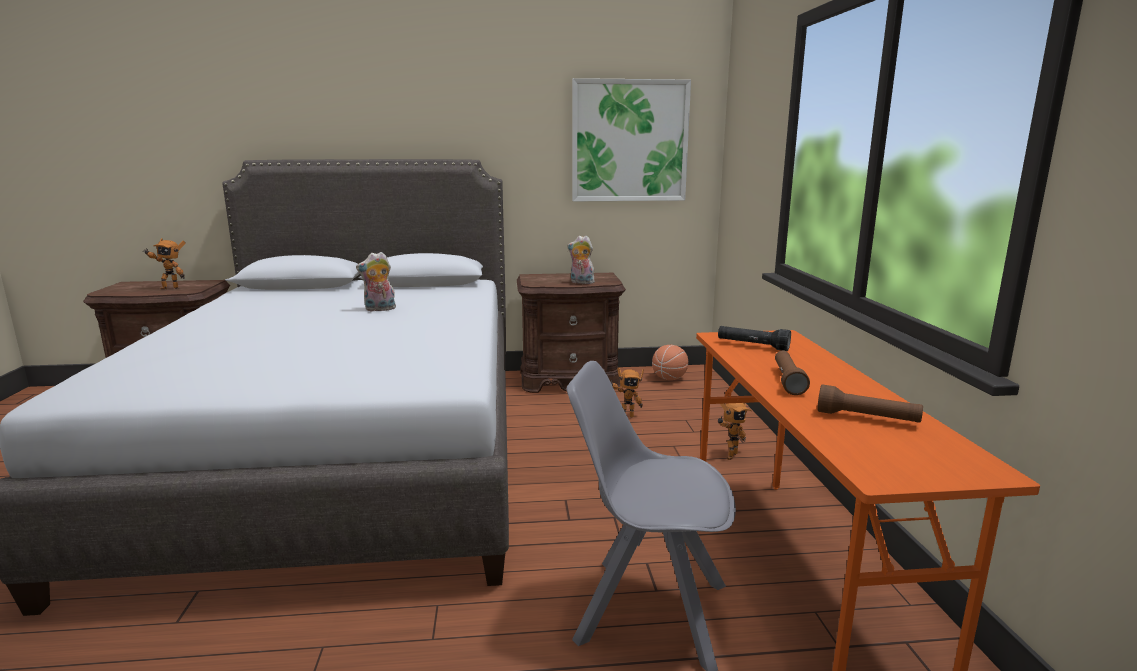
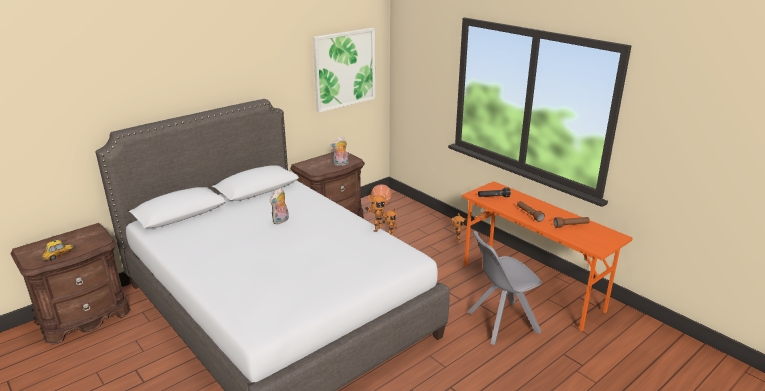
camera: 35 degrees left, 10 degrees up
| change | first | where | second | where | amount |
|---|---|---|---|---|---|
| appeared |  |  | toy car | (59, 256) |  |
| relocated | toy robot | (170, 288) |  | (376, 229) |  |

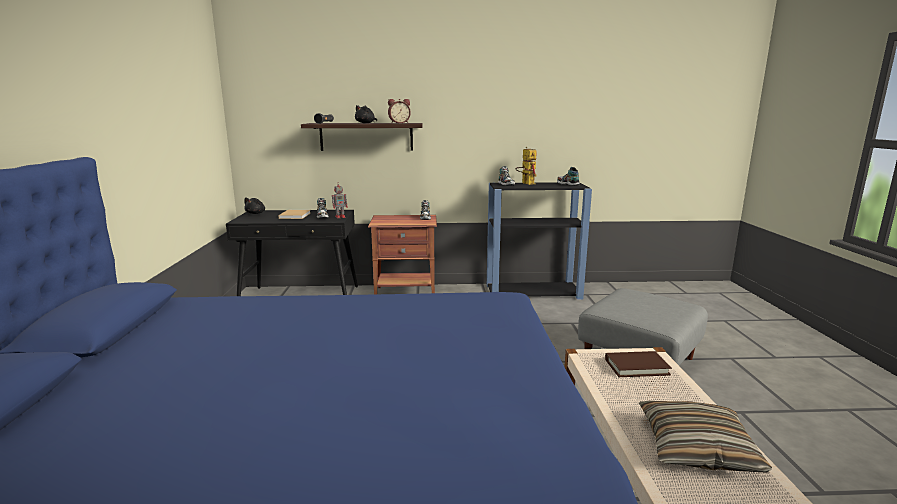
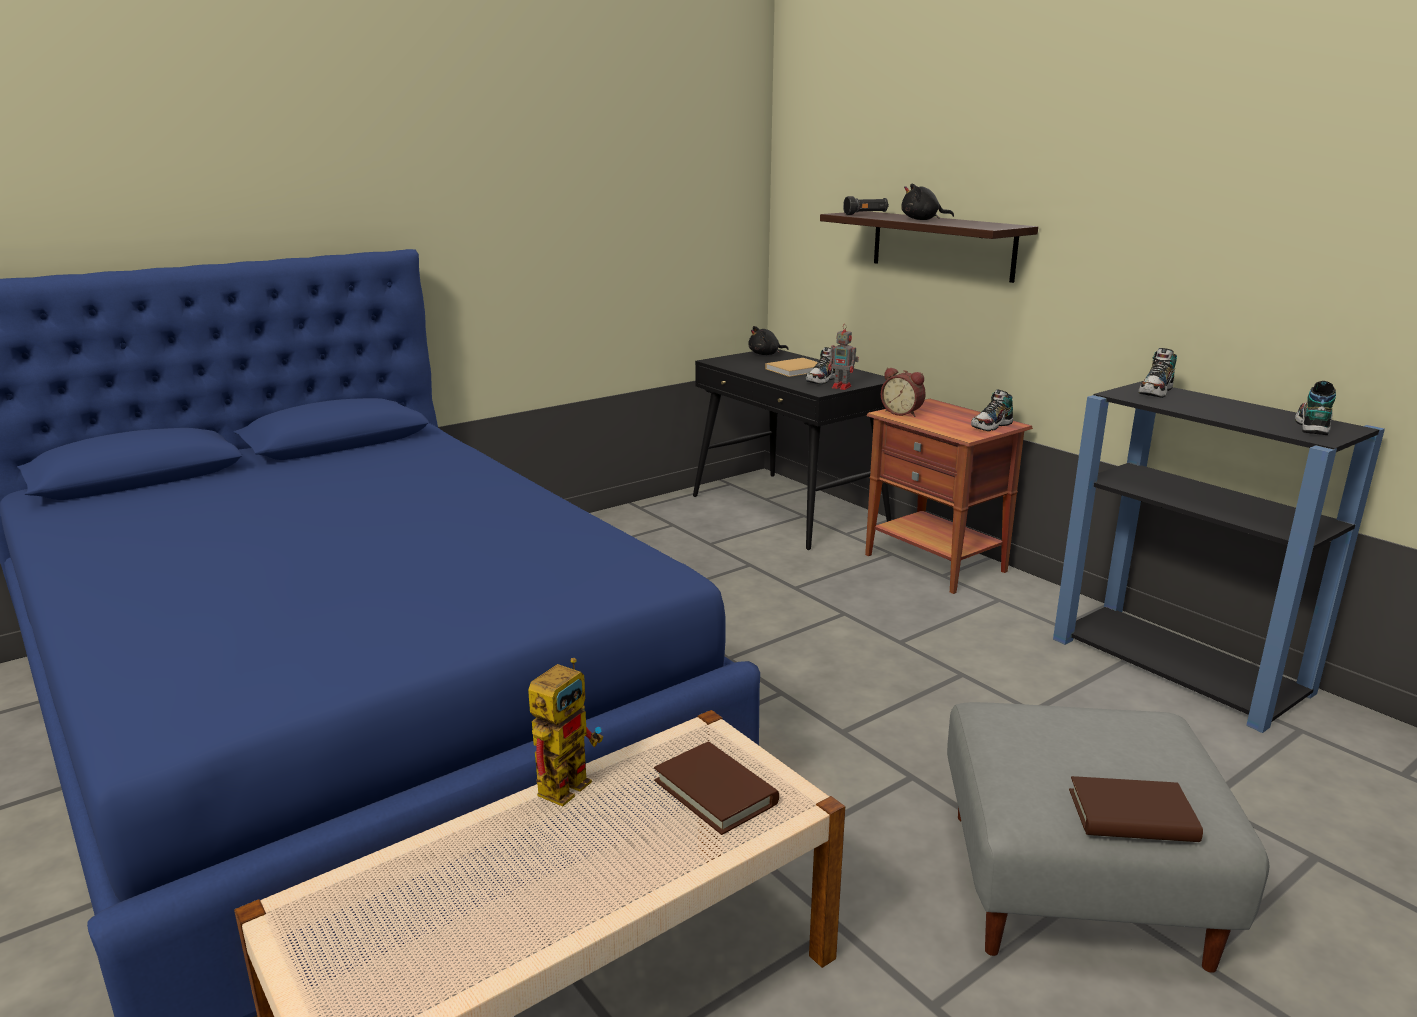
camera: 55 degrees right, 5 degrees up
| change | first | where | second | where | amount |
|---|---|---|---|---|---|
| relocated | toy robot | (525, 183) |  | (567, 780) |  |
| relocated | alarm clock | (399, 123) |  | (902, 413) |  |
| appeared |  |  | brown book | (1132, 816) |  |
| missing | pillow | (696, 448) |  |  |  |

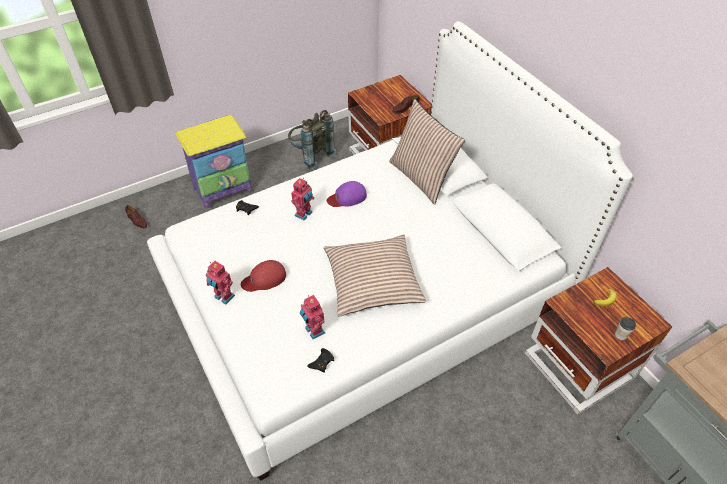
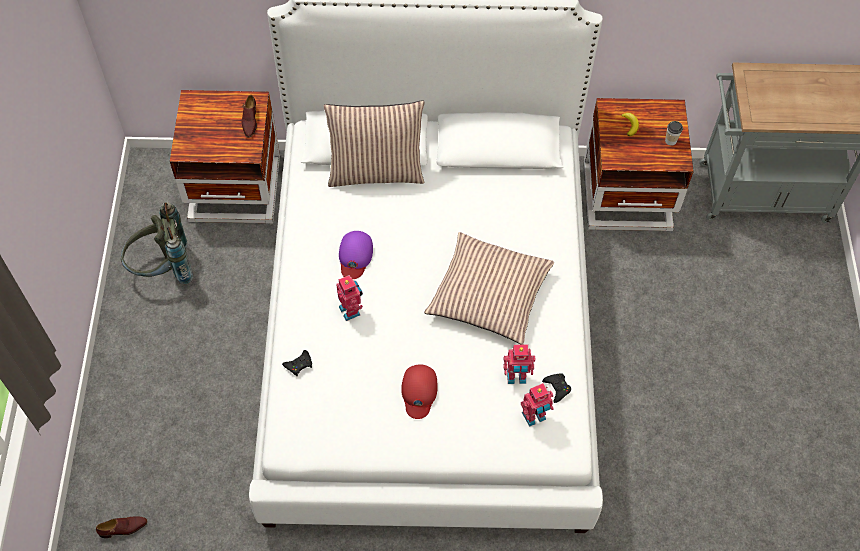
camera: 60 degrees left, 10 degrees up
| change | first | where | second | where | amount |
|---|---|---|---|---|---|
| relocated | toy robot | (223, 297) |  | (534, 417) |  |
| missing | nightstand | (225, 190) |  |  |  |

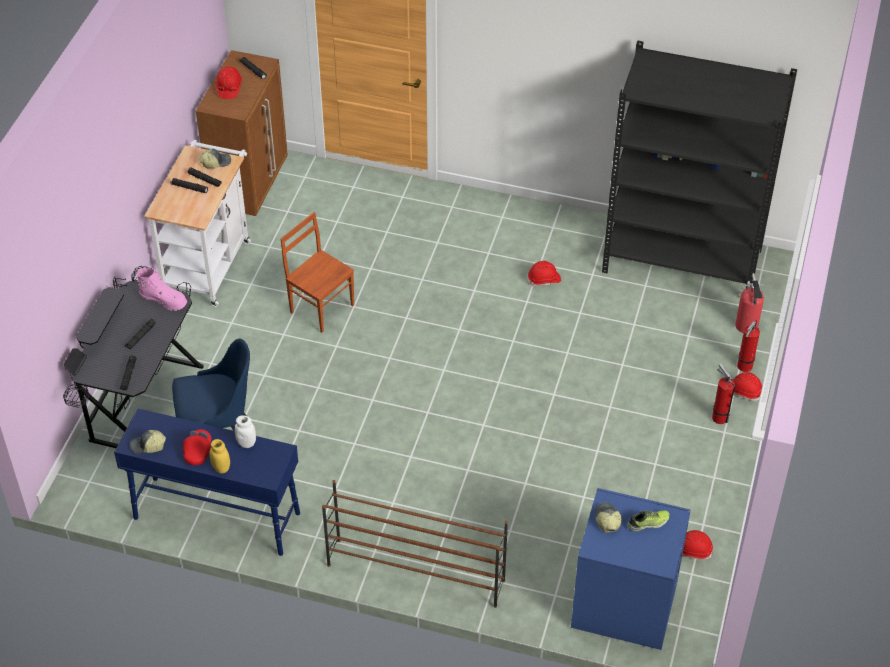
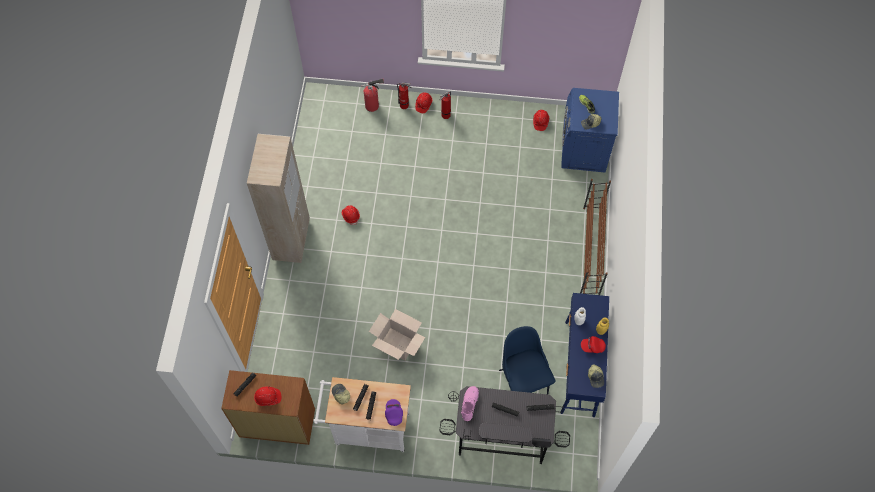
camera: 100 degrees left, 15 degrees up
| change | first | where | second | where | amount |
|---|---|---|---|---|---|
| appeared |  |  | beige cabinet | (292, 240) |  |
| exchanged | brown chair | (322, 307) | cardboard box | (397, 344) |  |
| appeared |  |  | purple cap | (394, 414) |  |
| missing | black bookcase | (682, 260) |  |  |  |

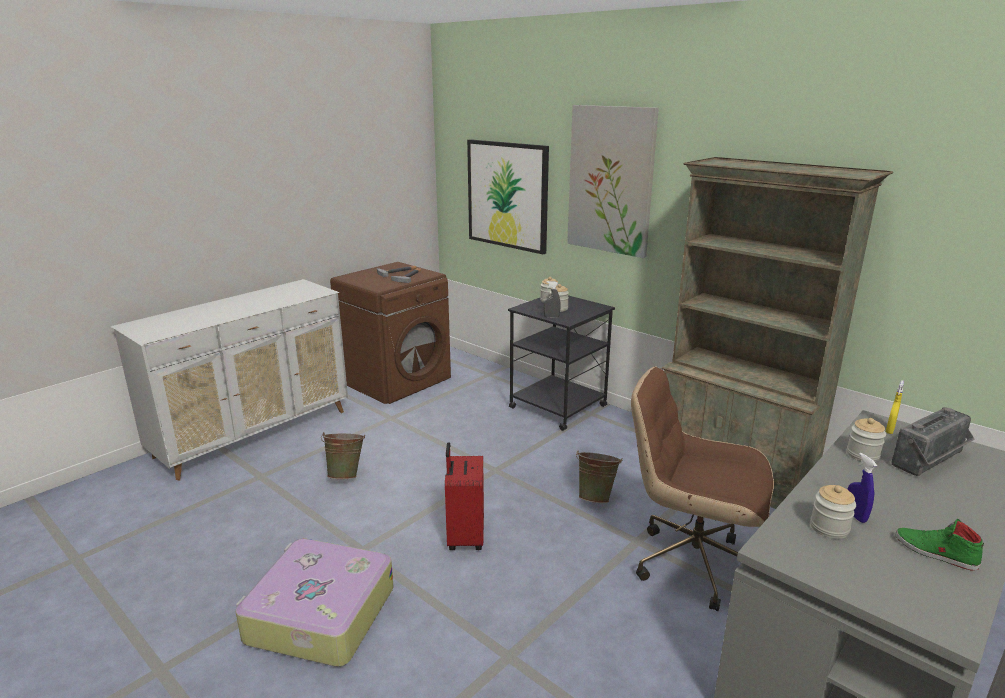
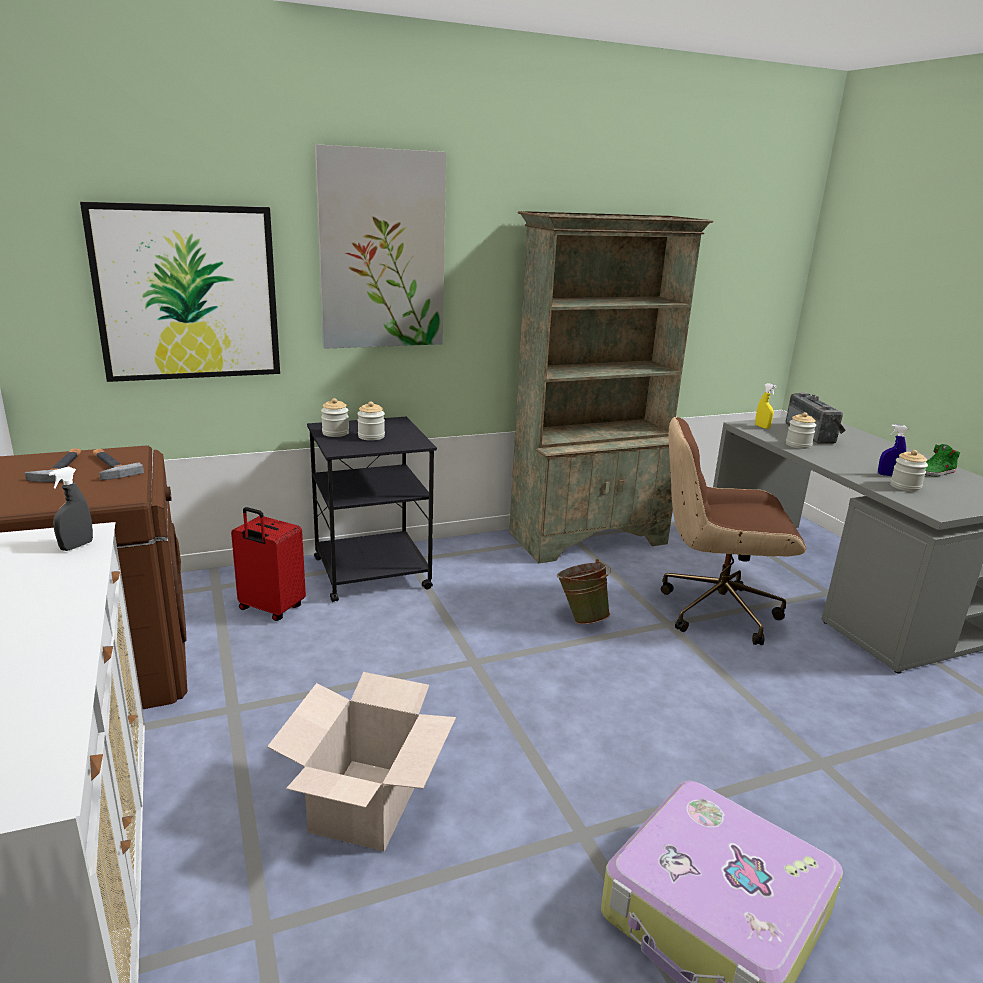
camera: 65 degrees left, 0 degrees up
| change | first | where | second | where | amount |
|---|---|---|---|---|---|
| relocated | grey spray bottle | (551, 317) |  | (76, 546) |  |
| relocated | red suitcase | (464, 537) |  | (270, 609) |  |
| exchanged | green bucket | (346, 475) | cardboard box | (365, 803) |  |
| spun | brown office chair | (689, 563) |  | (714, 612) | 45 degrees clockwise |

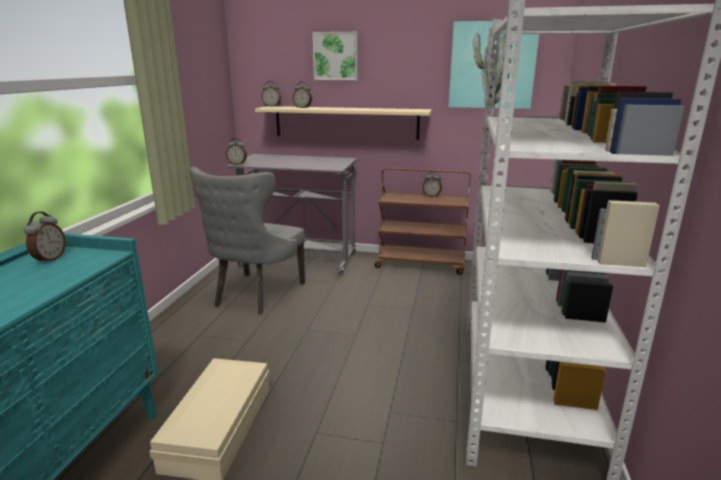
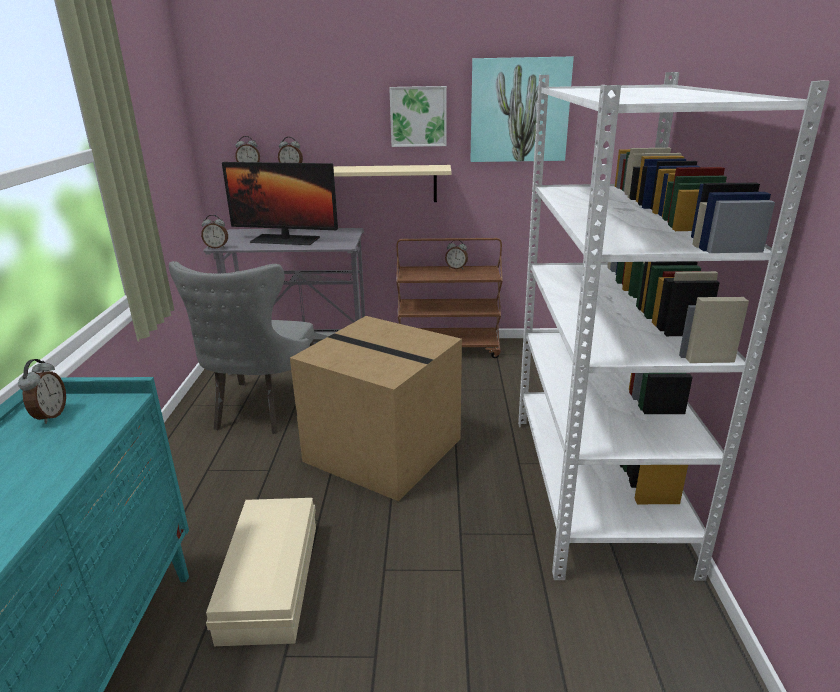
camera: 10 degrees left, 5 degrees up
| change | first | where | second | where | amount |
|---|---|---|---|---|---|
| appeared |  |  | monitor | (285, 240) |  |
| appeared |  |  | cardboard box | (386, 449) |  |
| relocated | picture | (336, 56) |  | (418, 116) |  |

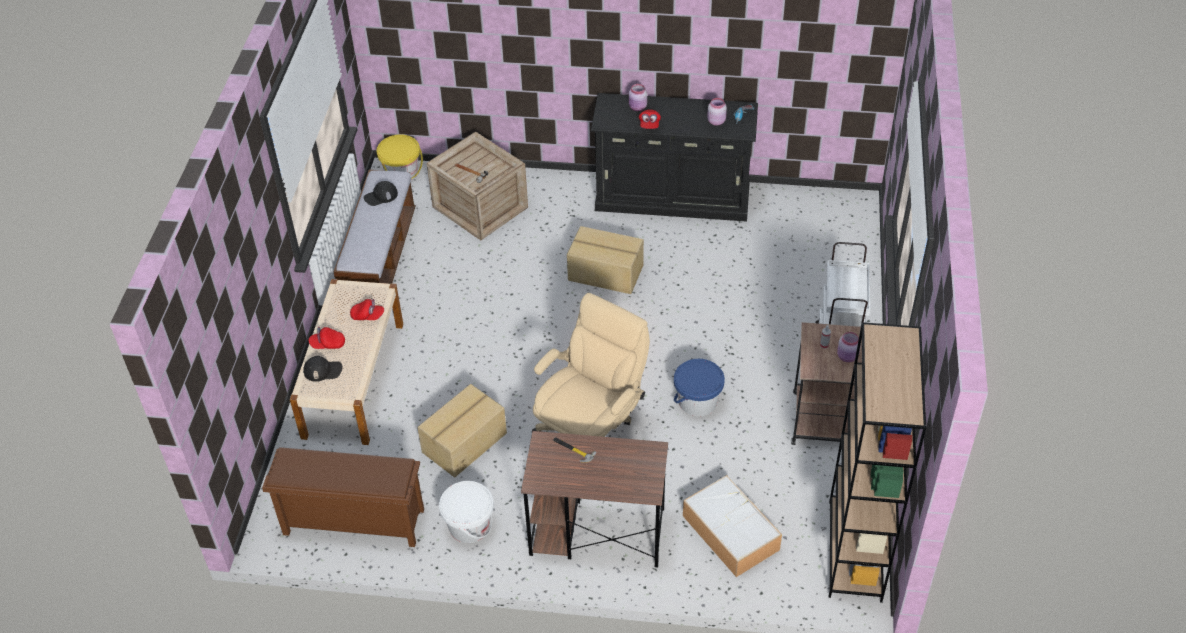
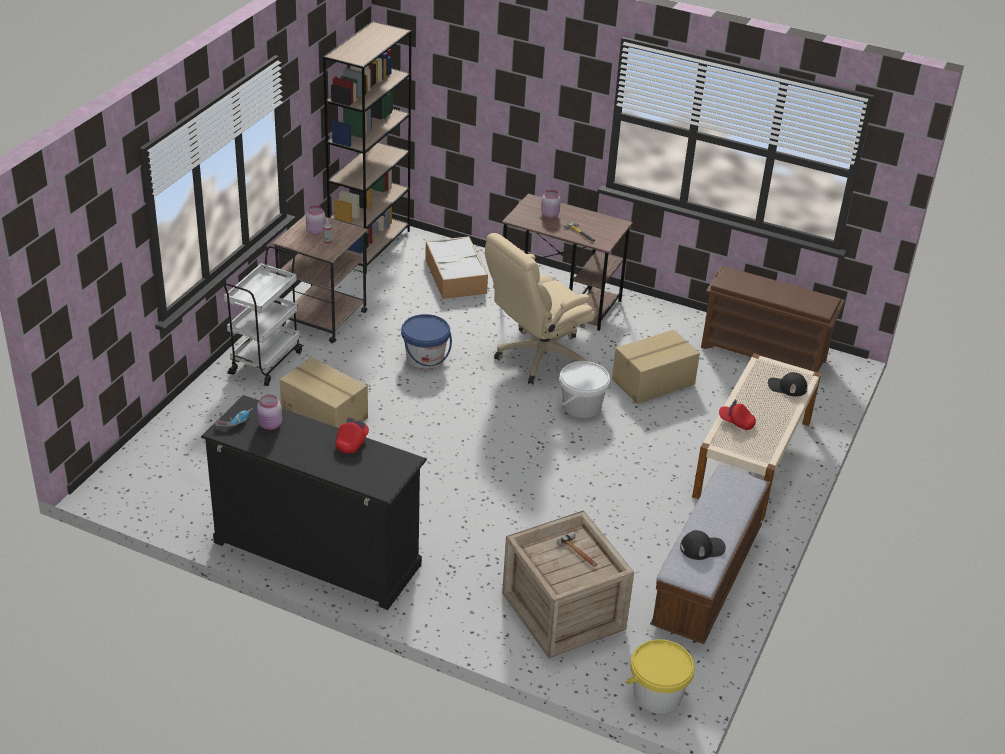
camera: 165 degrees left, 10 degrees down
| change | first | where | second | where | amount |
|---|---|---|---|---|---|
| relocated | cardboard box | (605, 273) |  | (325, 414) |  |
| relocated | pink jar | (637, 107) |  | (550, 214) |  |
| relocated | white bucket | (469, 526) |  | (581, 406) |  |
| missing | red cap | (328, 344) |  |  |  |

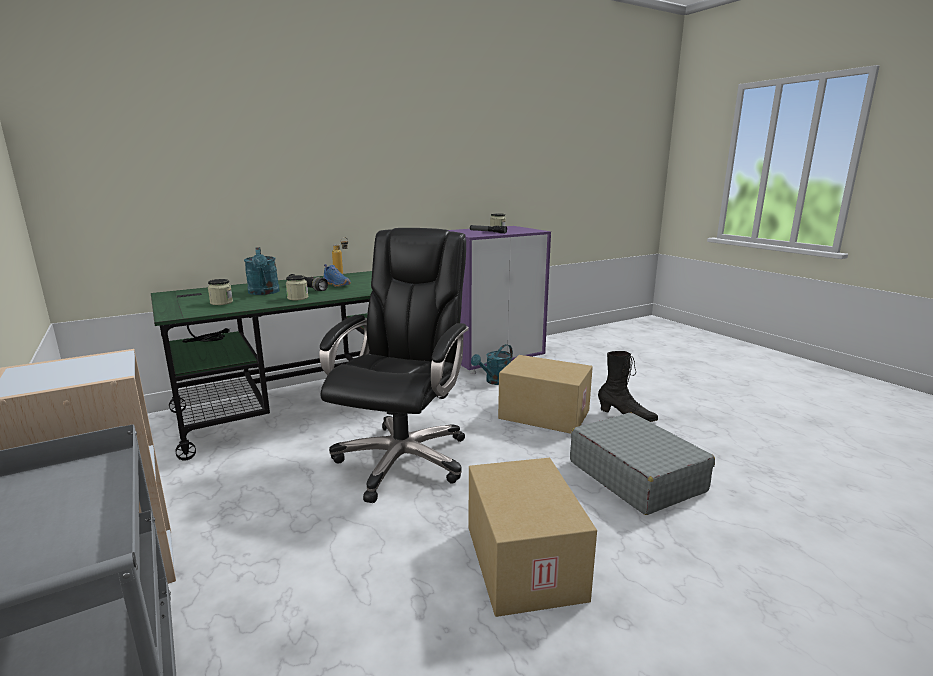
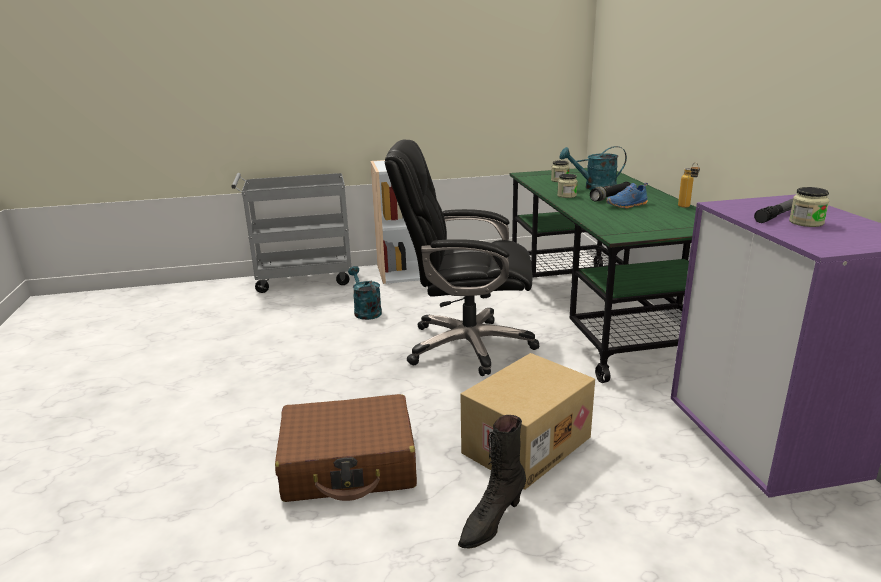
camera: 110 degrees right, 5 degrees up
| change | first | where | second | where | amount |
|---|---|---|---|---|---|
| colour | grey suitcase | (635, 476) | brown suitcase | (349, 464) |  |
| relocated | turquoise watering can | (495, 381) |  | (365, 311) |  |
| spun | black office chair | (403, 459) |  | (466, 346) | 150 degrees clockwise |
| missing | cardboard box | (521, 561) |  |  |  |

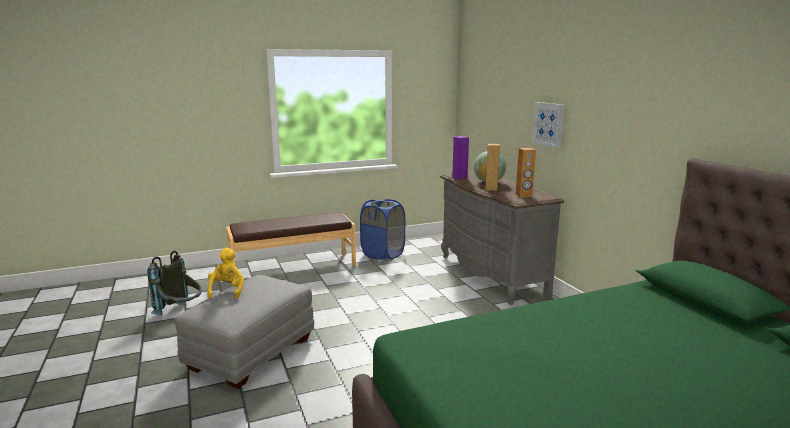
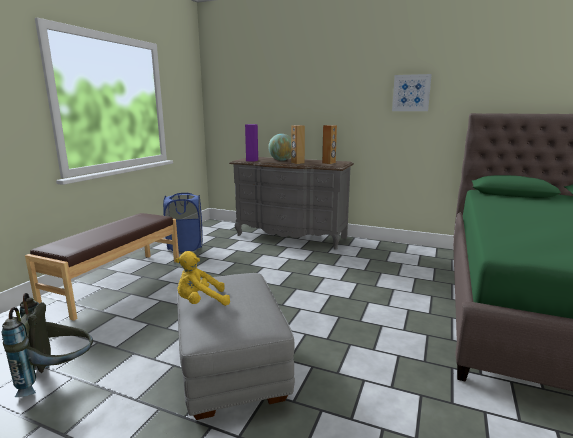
camera: 45 degrees left, 0 degrees up
| change | first | where | second | where | amount |
|---|---|---|---|---|---|
| spun | yellow plush toy | (227, 291) |  | (201, 302) | 60 degrees counterclockwise |
| relocated | picture | (548, 124) |  | (411, 93) |  |

